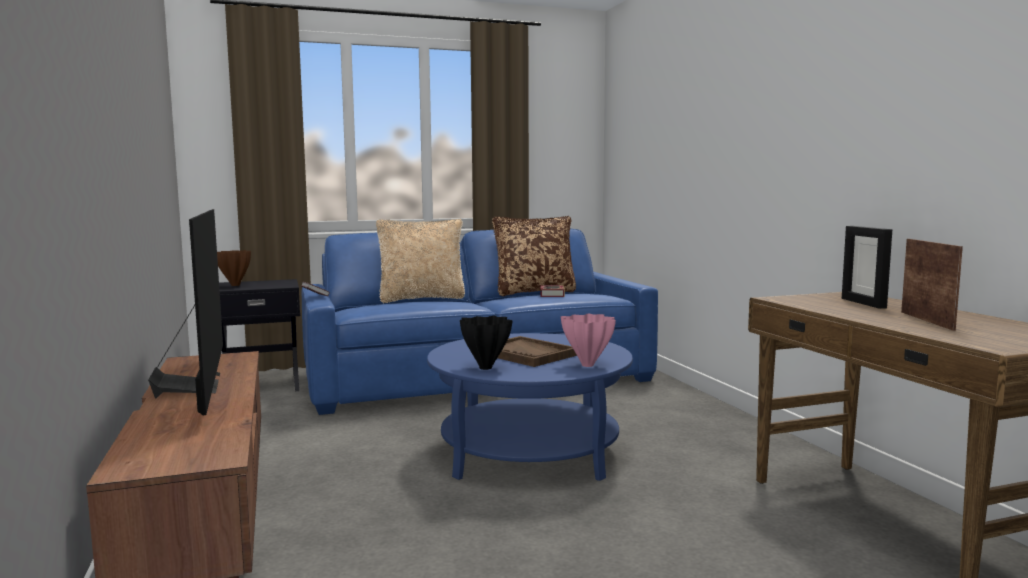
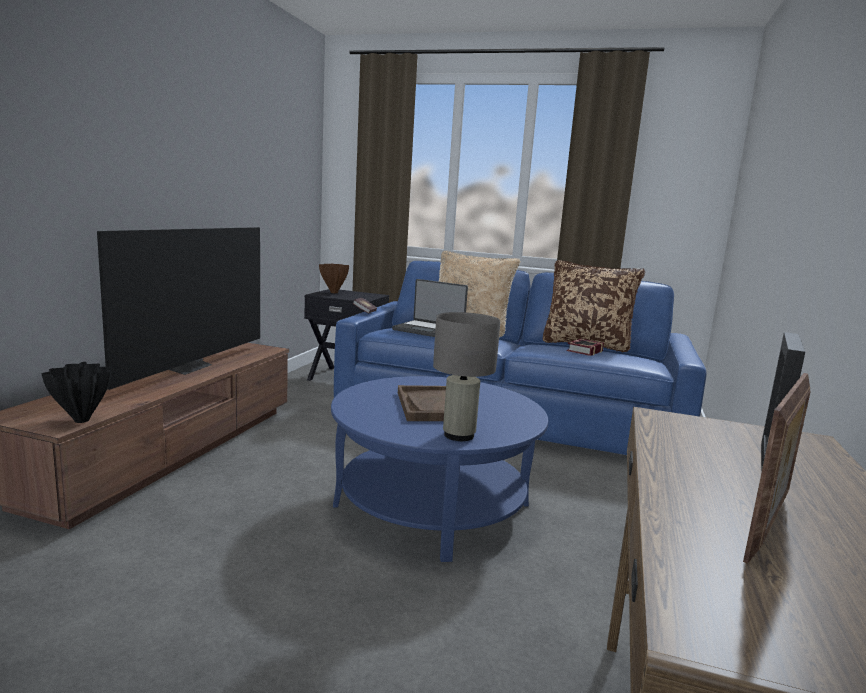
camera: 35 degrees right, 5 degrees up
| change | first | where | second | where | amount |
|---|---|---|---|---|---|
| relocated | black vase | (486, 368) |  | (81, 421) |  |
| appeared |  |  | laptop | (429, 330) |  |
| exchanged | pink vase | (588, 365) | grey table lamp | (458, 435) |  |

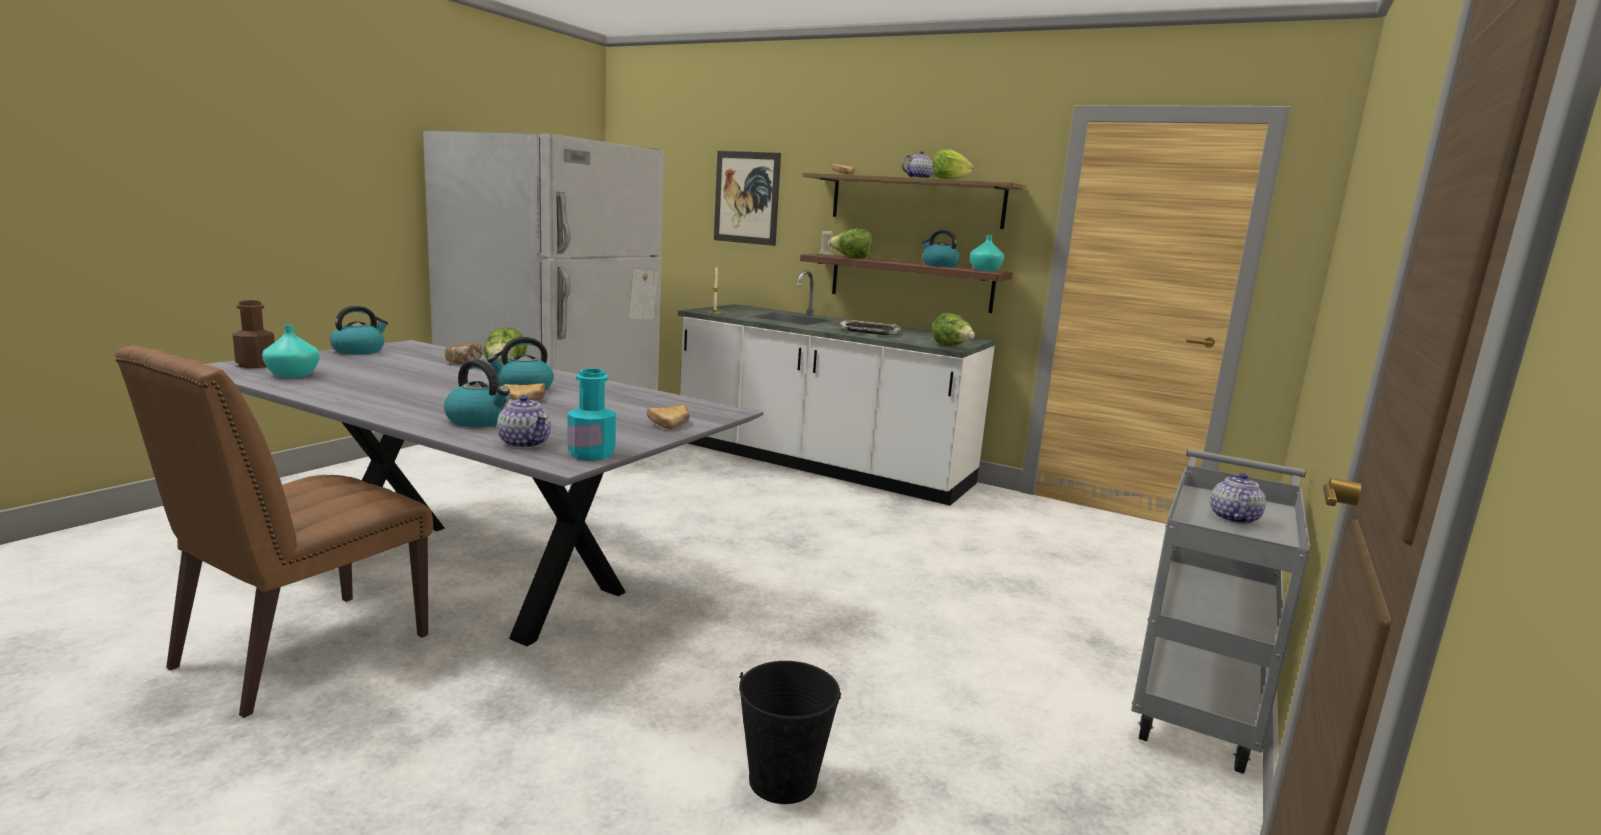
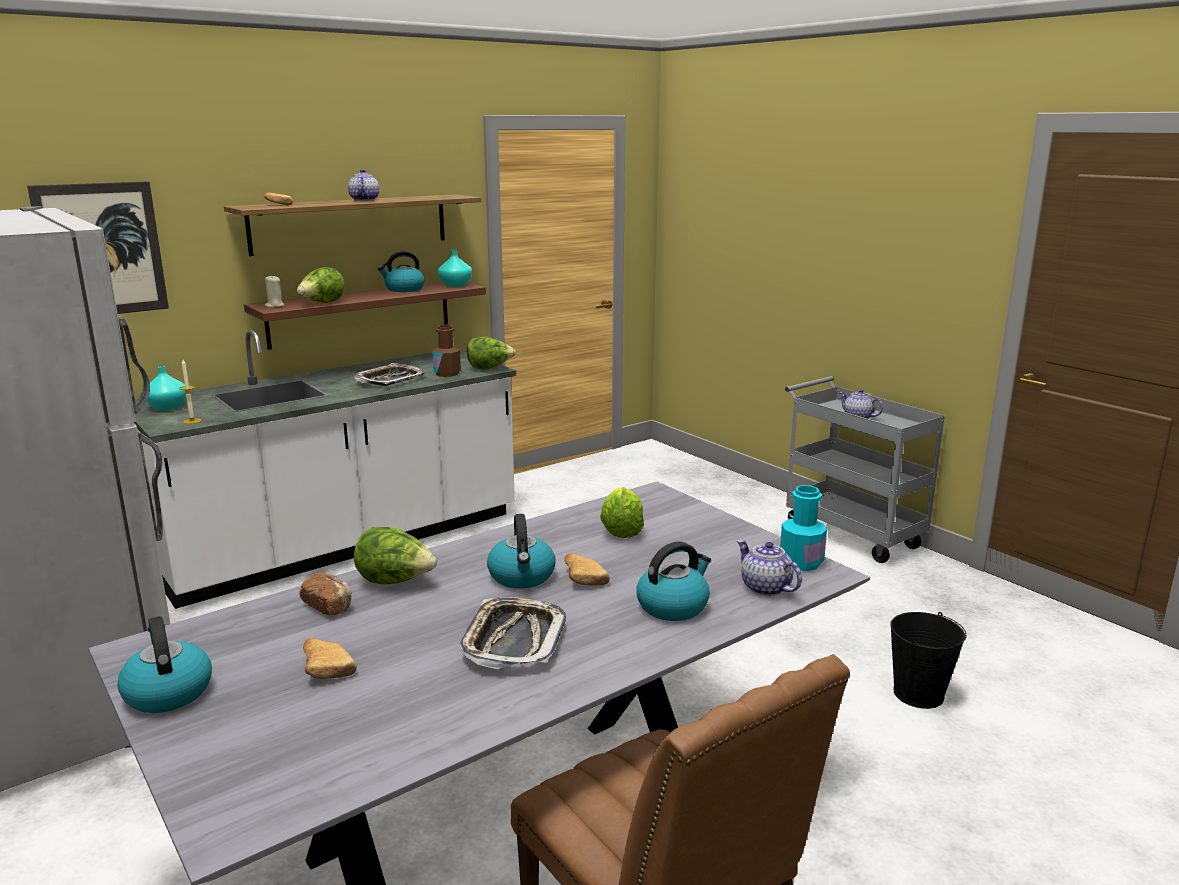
camera: 65 degrees left, 5 degrees up
| change | first | where | second | where | amount |
|---|---|---|---|---|---|
| relocated | turquoise vase | (291, 375) |  | (167, 407) |  |
| relocated | bread | (672, 424) |  | (325, 667) |  |
| relocated | brown bottle | (256, 365) |  | (447, 373) |  |
| appeared |  |  | tray | (513, 640) |  |
| relocated | lettuce | (949, 179) |  | (622, 530) |  |
| spun | teapot | (525, 443) |  | (765, 588) | 105 degrees counterclockwise |

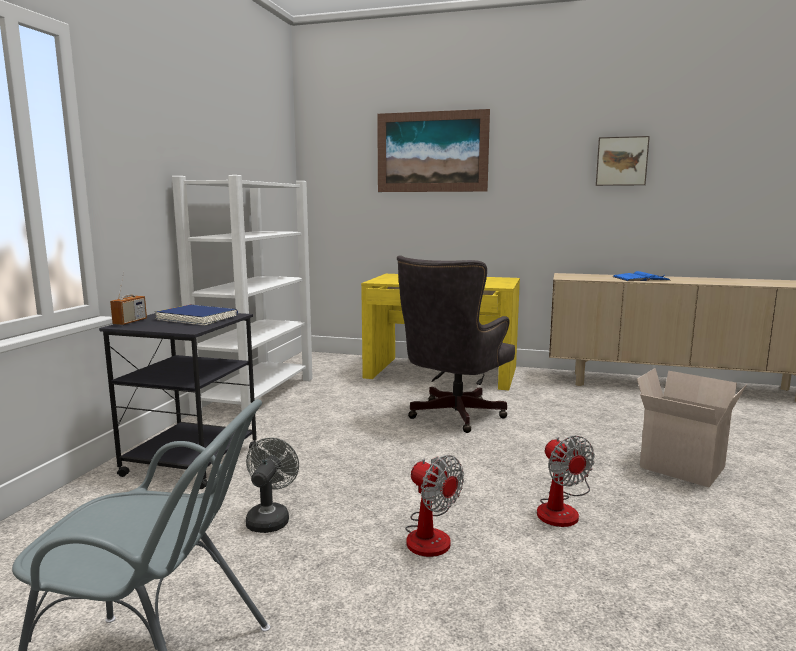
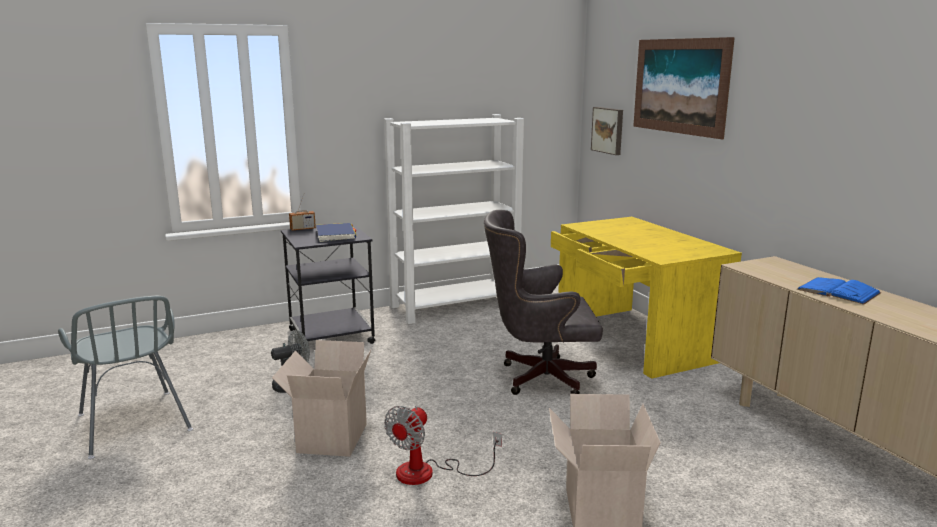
camera: 50 degrees right, 5 degrees up
| change | first | where | second | where | amount |
|---|---|---|---|---|---|
| exchanged | fan | (430, 534) | cardboard box | (330, 437) |  |
| relocated | picture | (621, 161) |  | (608, 130) |  |

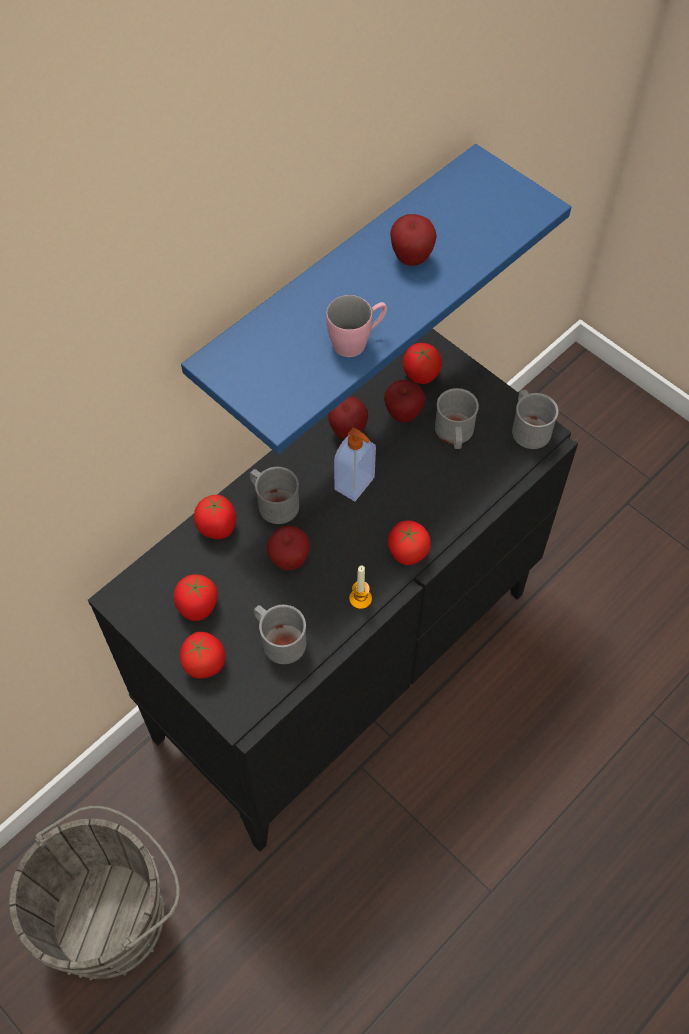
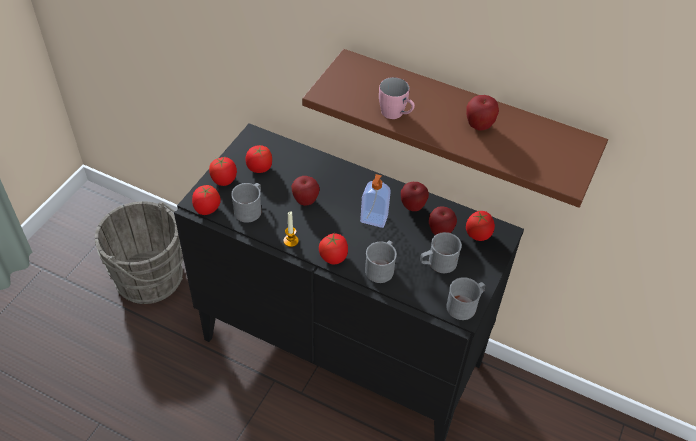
camera: 70 degrees right, 10 degrees down
| change | first | where | second | where | amount |
|---|---|---|---|---|---|
| relocated | tomato | (217, 527) |  | (207, 209) |  |
| colour | blue shelf | (337, 283) | brown shelf | (464, 119) |  |
| relocated | grey mug | (273, 502) |  | (381, 267) |  |

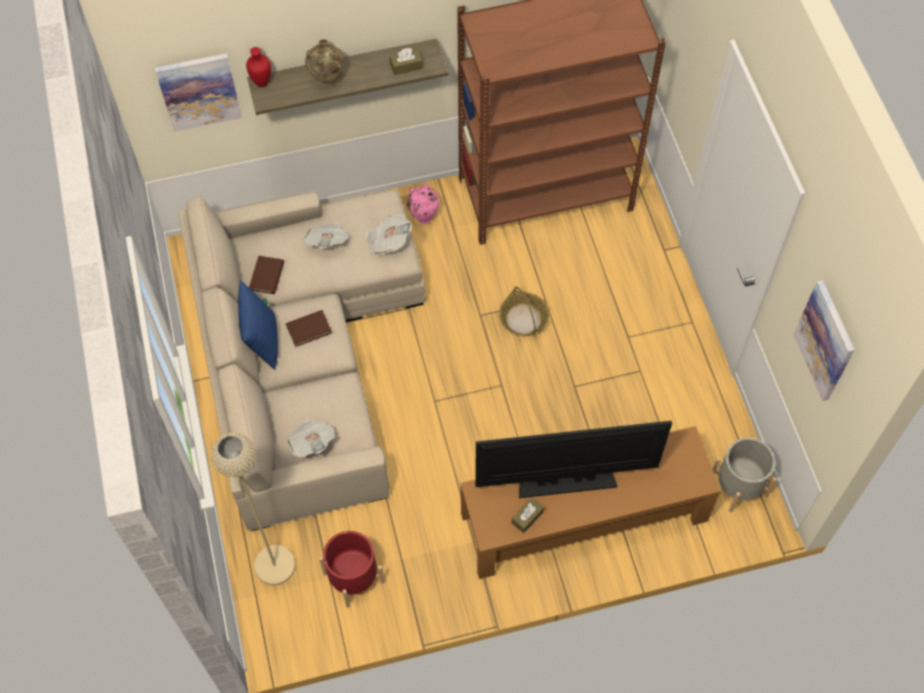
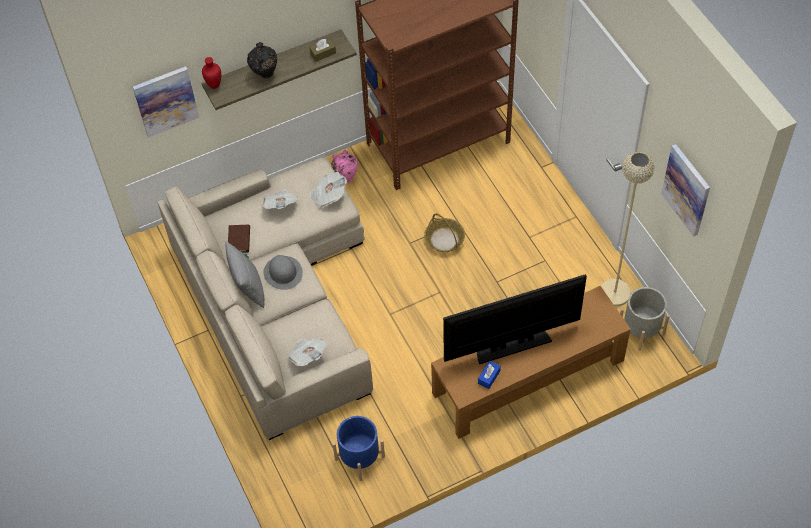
camera: 10 degrees left, 5 degrees down
| change | first | where | second | where | amount |
|---|---|---|---|---|---|
| colour | blue pillow | (262, 341) | grey pillow | (248, 289) |  |
| colour | beige vase | (327, 81) | black vase | (265, 75) |  |
| exchanged | brown book | (309, 329) | grey hat | (283, 273) |  |
| colour | red planter | (353, 577) | blue planter | (359, 458) |  |
| colour | brown tissue box | (527, 517) | blue tissue box | (489, 377) |  |
| relocated | beige floor lamp | (274, 565) |  | (614, 293) |  |

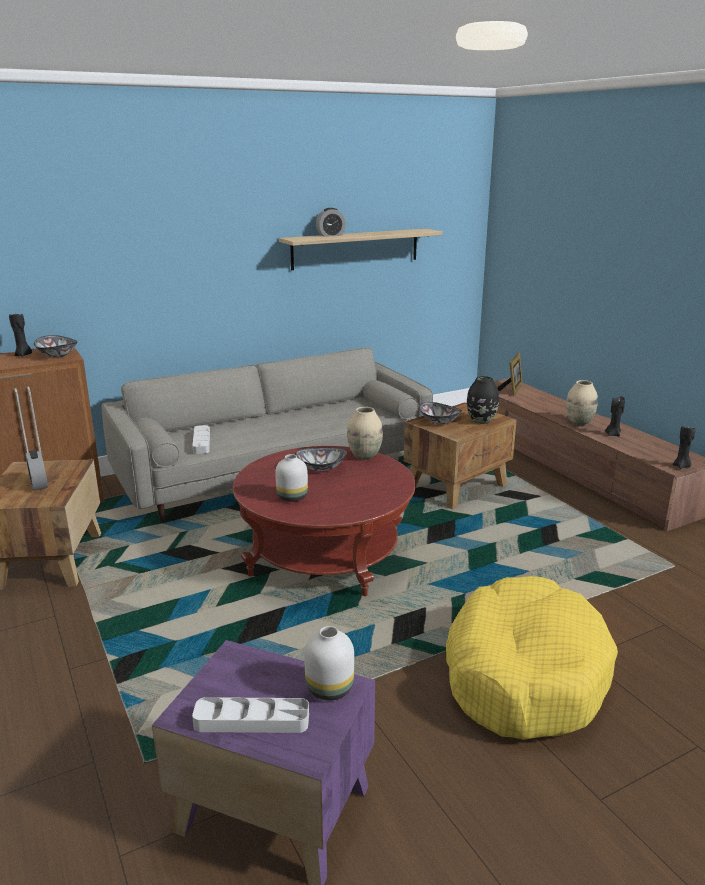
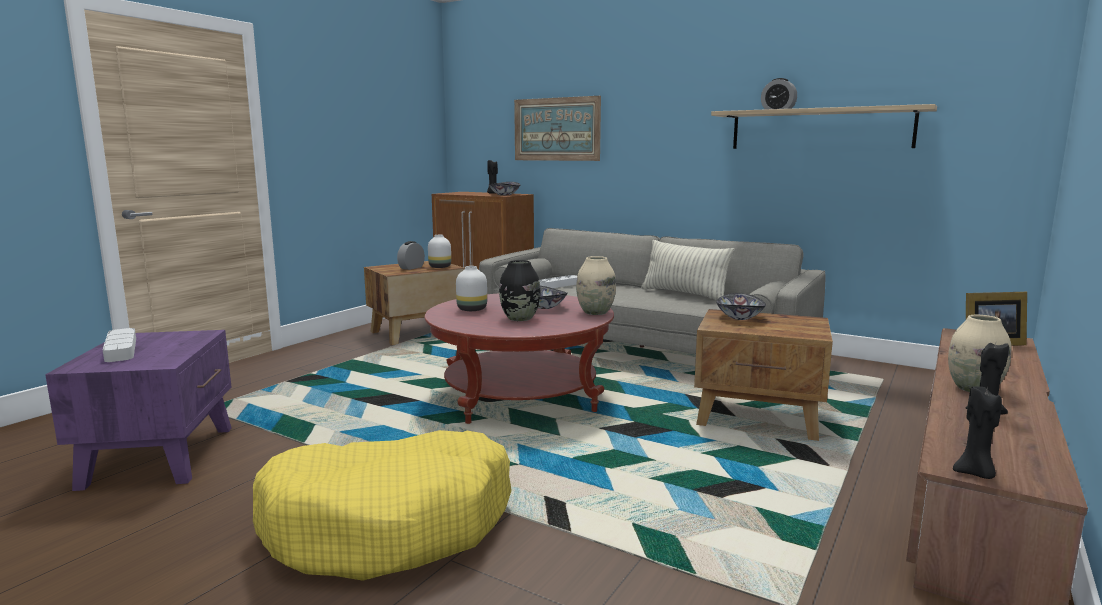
camera: 60 degrees right, 10 degrees down
| change | first | where | second | where | amount |
|---|---|---|---|---|---|
| relocated | white vase | (328, 688) |  | (440, 267) |  |
| relocated | black vase | (481, 421) |  | (519, 318) |  |
| appeared |  |  | picture | (556, 129) |  |
| appeared |  |  | pillow | (684, 294) |  |

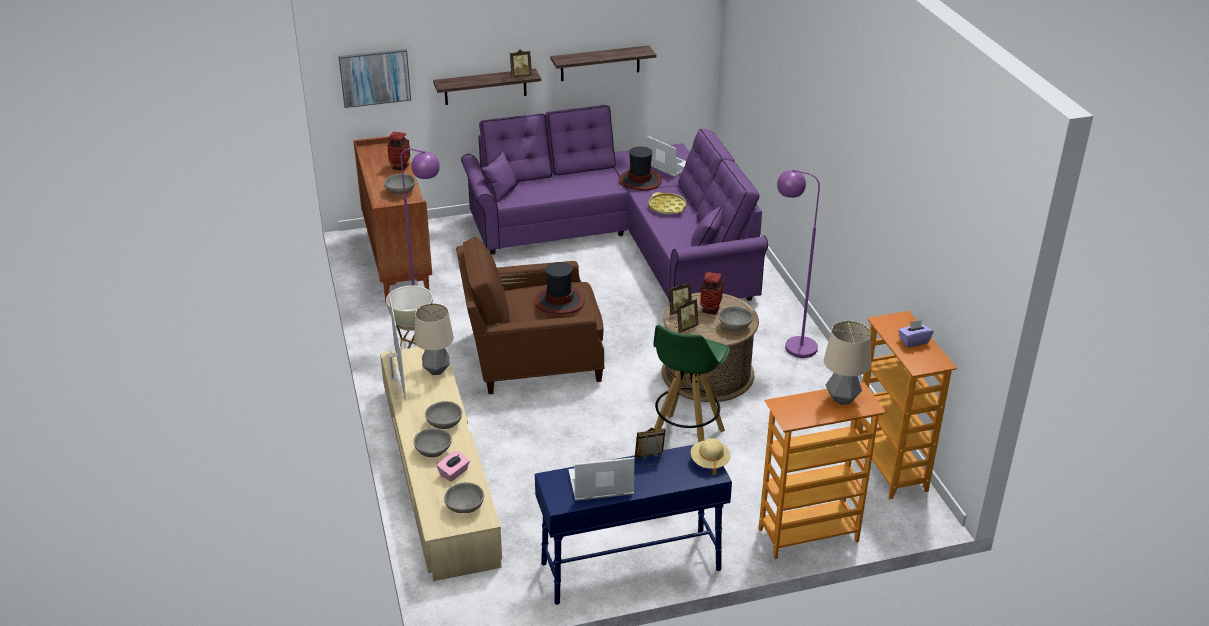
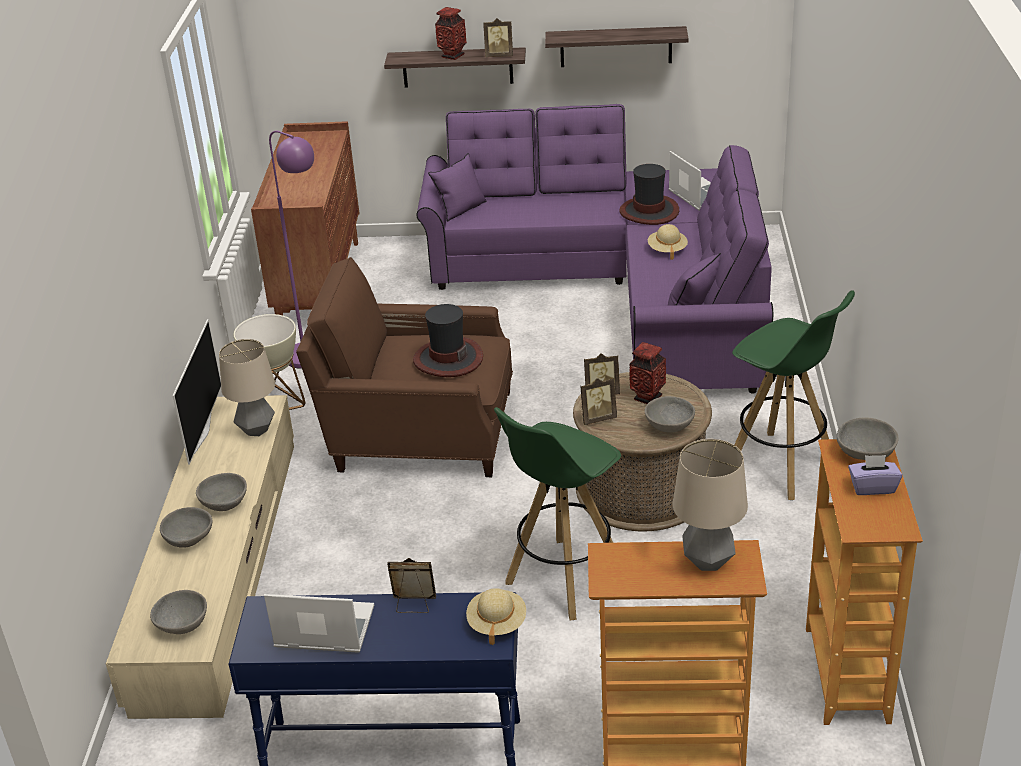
camera: 20 degrees right, 0 degrees up
| change | first | where | second | where | amount |
|---|---|---|---|---|---|
| relocated | vase | (400, 167) |  | (452, 56) |  |
| exchanged | yellow tray | (667, 207) | beige hat | (667, 250) |  |
| exchanged | purple floor lamp | (791, 346) | green stool | (781, 466) |  |
| relocated | grey bowl | (400, 191) |  | (864, 453) |  |
| missing | picture | (375, 77) |  |  |  |
| missing | pink tissue box | (454, 473) |  |  |  |

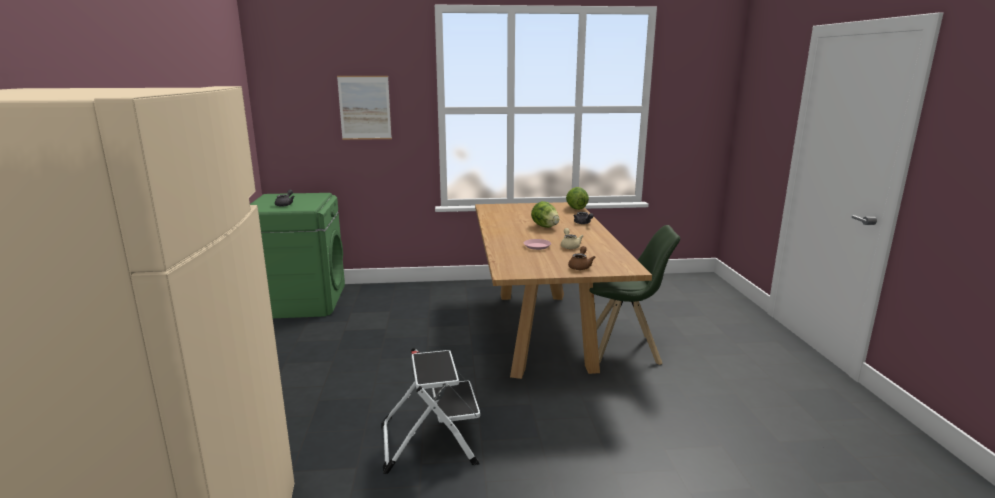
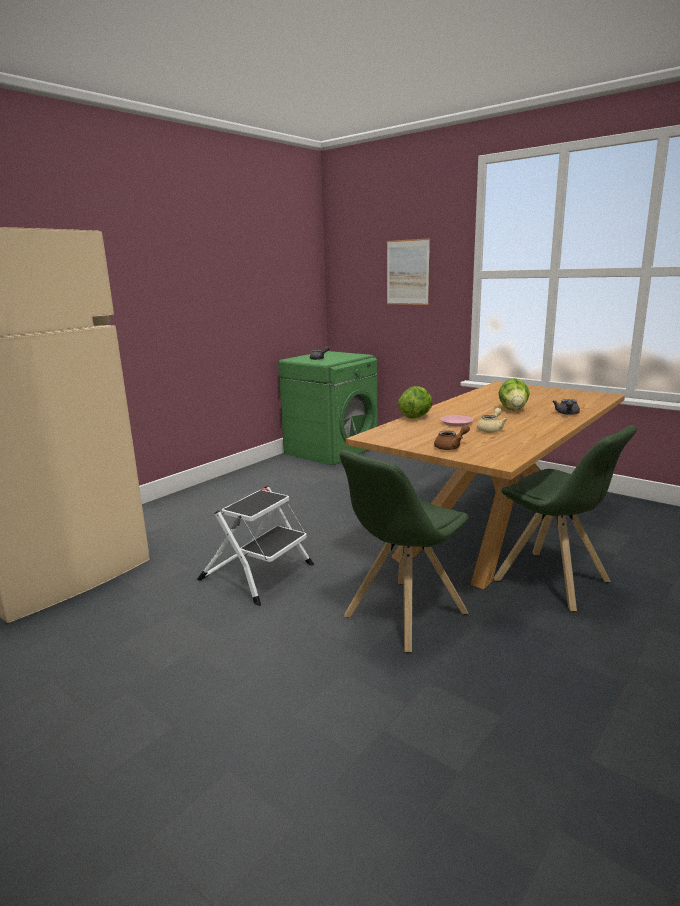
camera: 45 degrees right, 0 degrees up
| change | first | where | second | where | amount |
|---|---|---|---|---|---|
| appeared |  |  | green chair | (404, 614) |  |
| relocated | lettuce | (576, 208) |  | (416, 417) |  |

